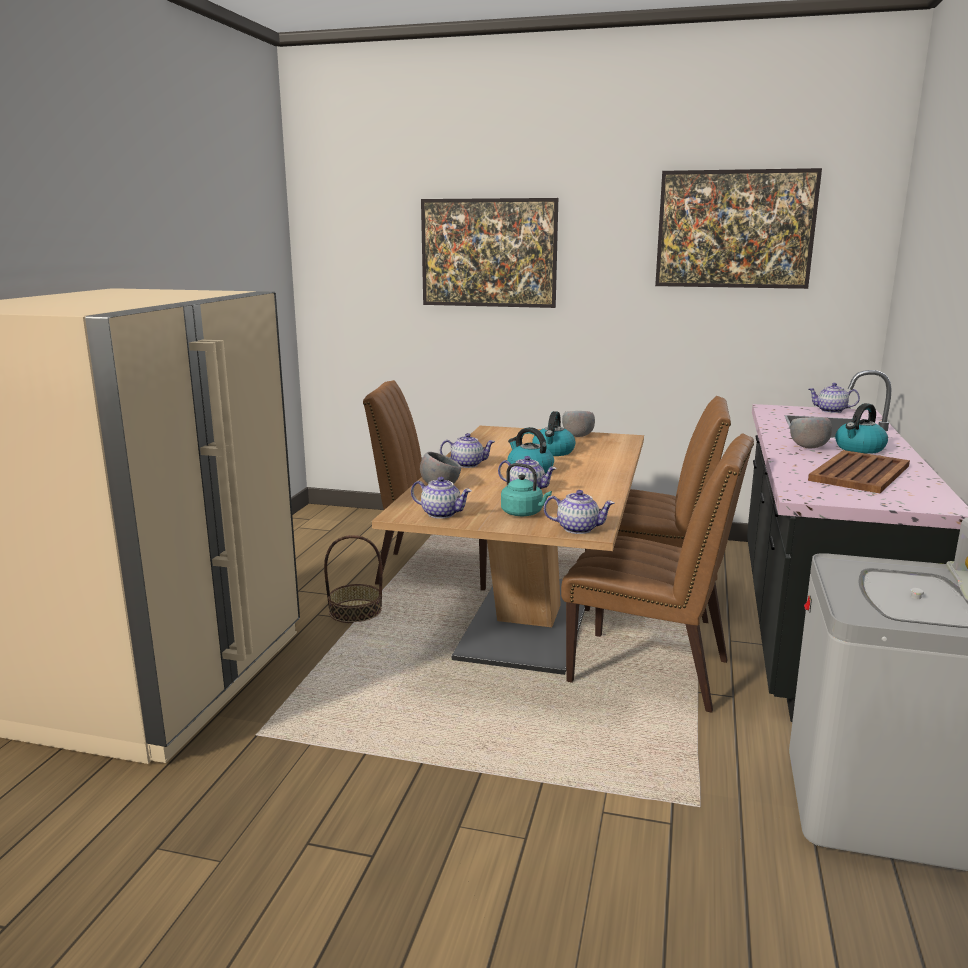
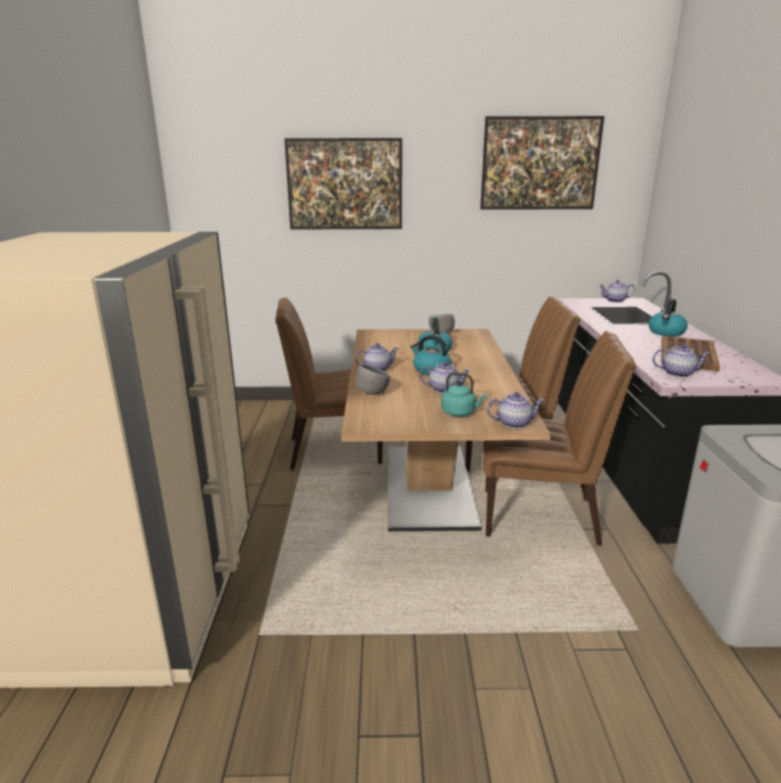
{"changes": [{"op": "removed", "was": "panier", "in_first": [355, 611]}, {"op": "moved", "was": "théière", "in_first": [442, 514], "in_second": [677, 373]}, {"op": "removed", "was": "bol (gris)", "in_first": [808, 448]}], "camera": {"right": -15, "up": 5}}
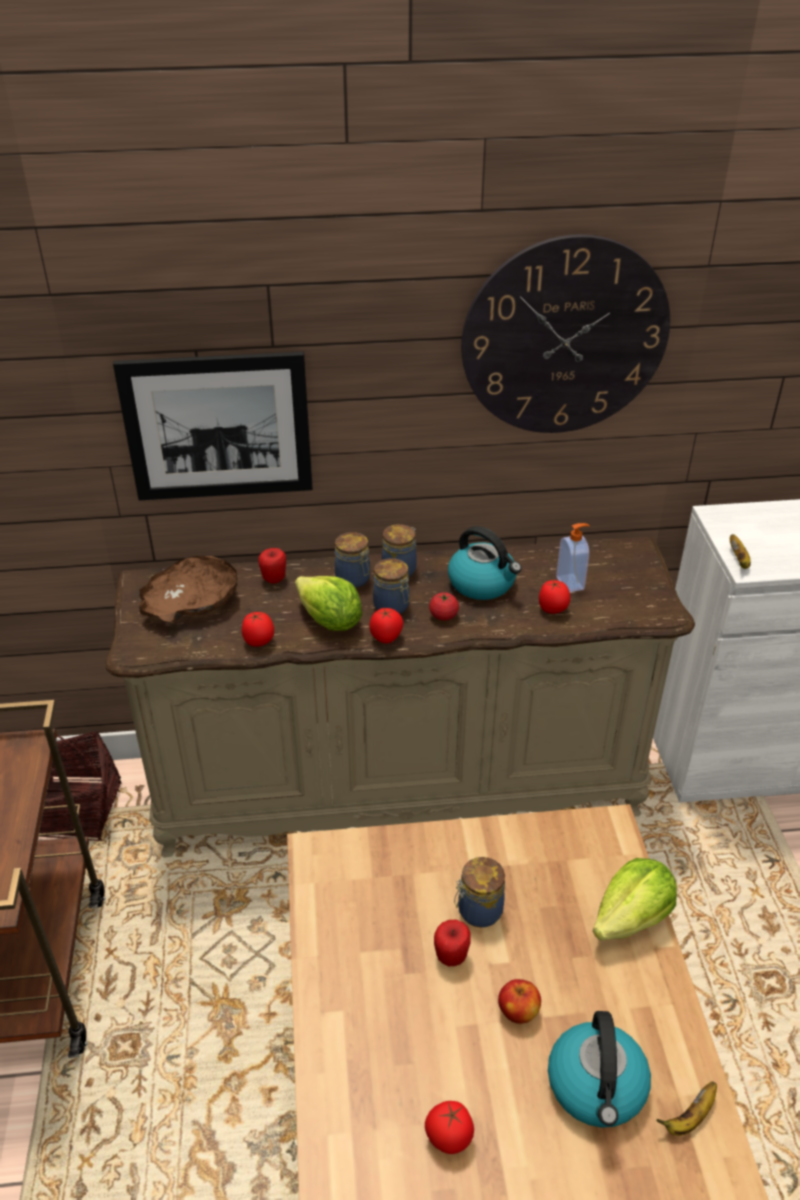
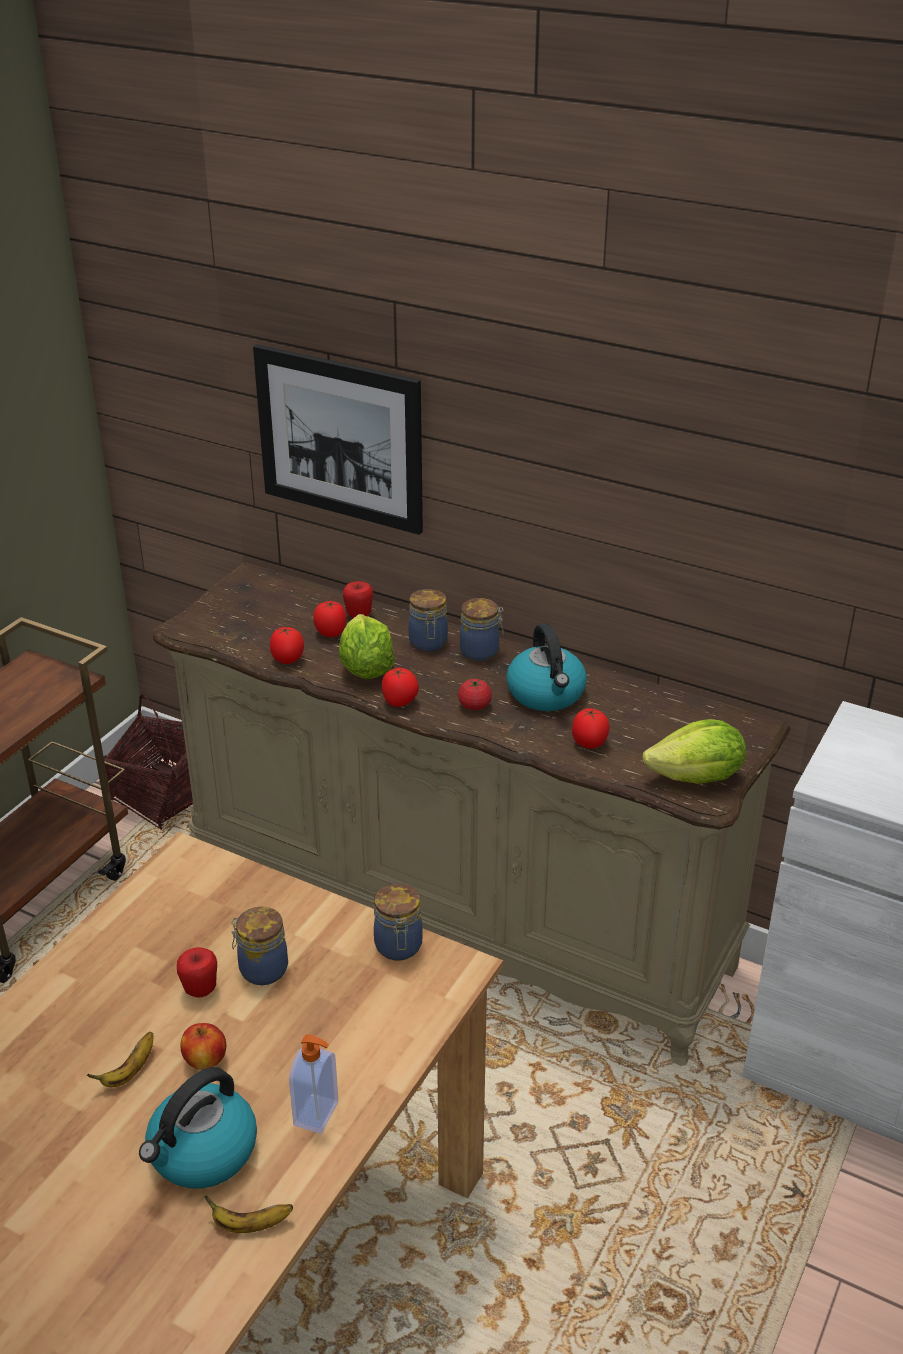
{"changes": [{"op": "removed", "was": "bol (marron)", "in_first": [191, 602]}, {"op": "moved", "was": "bocal", "in_first": [392, 607], "in_second": [398, 947]}, {"op": "moved", "was": "tomate", "in_first": [448, 1137], "in_second": [330, 633]}, {"op": "removed", "was": "horloge murale", "in_first": [564, 338]}, {"op": "moved", "was": "distributeur de savon", "in_first": [571, 583], "in_second": [317, 1114]}, {"op": "moved", "was": "laitue", "in_first": [632, 919], "in_second": [697, 778]}, {"op": "moved", "was": "banane", "in_first": [739, 560], "in_second": [129, 1072]}], "camera": {"right": 35, "up": -5}}
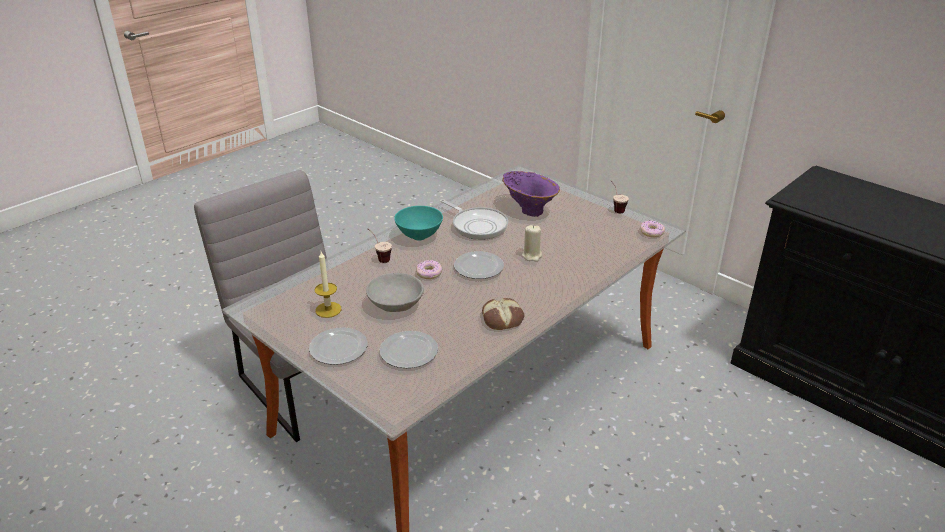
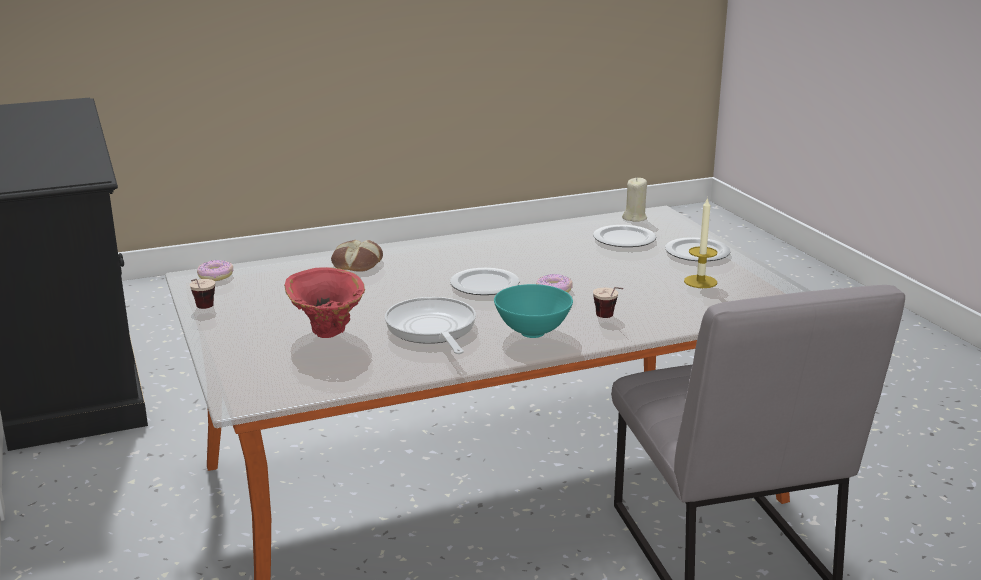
{"changes": [{"op": "removed", "was": "bol (gris)", "in_first": [395, 305]}, {"op": "moved", "was": "pain", "in_first": [503, 318], "in_second": [356, 263]}, {"op": "recoloured", "was": "vase (violet)", "now": "vase (rouge)", "in_first": [529, 209], "in_second": [326, 334]}, {"op": "moved", "was": "bougie (beige)", "in_first": [532, 255], "in_second": [634, 218]}], "camera": {"right": -155, "up": -10}}
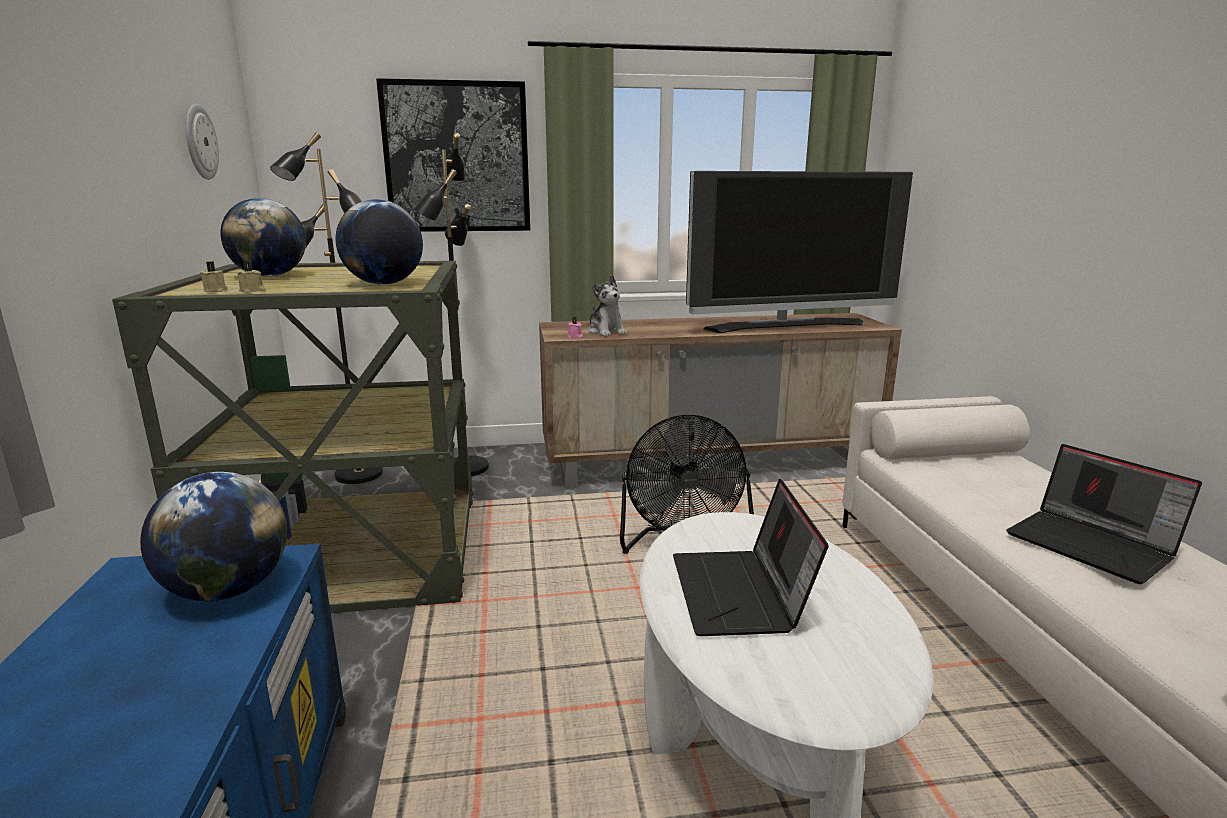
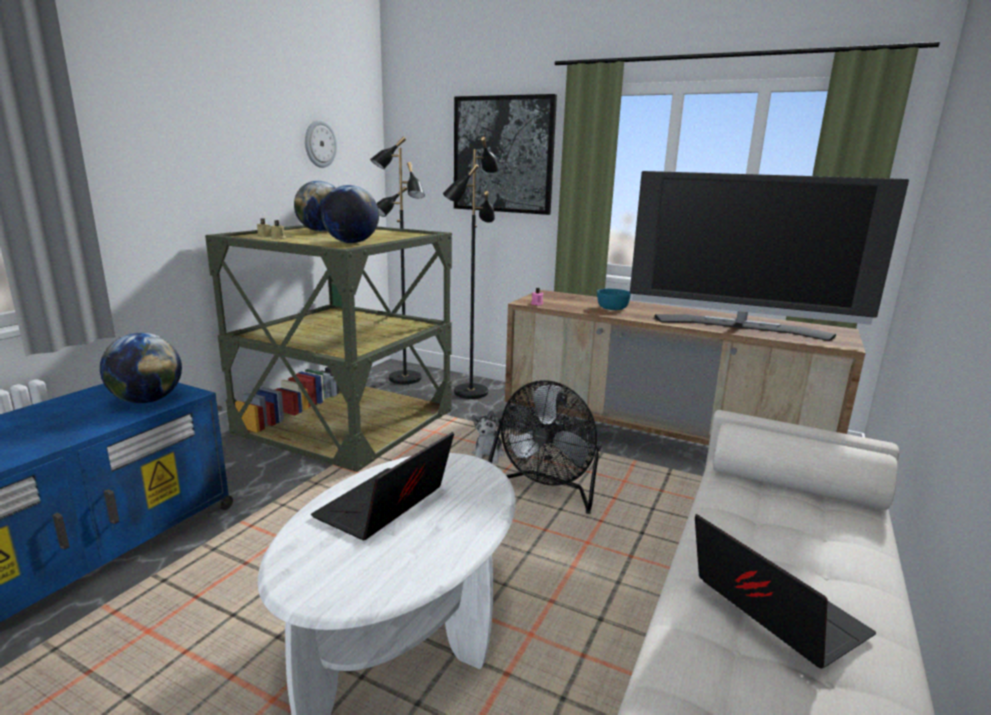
{"changes": [{"op": "moved", "was": "peluche", "in_first": [606, 332], "in_second": [488, 455]}, {"op": "turned", "was": "ordinateur portable", "in_first": [1093, 545], "in_second": [771, 610], "clockwise": 150}, {"op": "added", "now": "bol (turquoise)", "in_second": [612, 308]}], "camera": {"right": 35, "up": 0}}
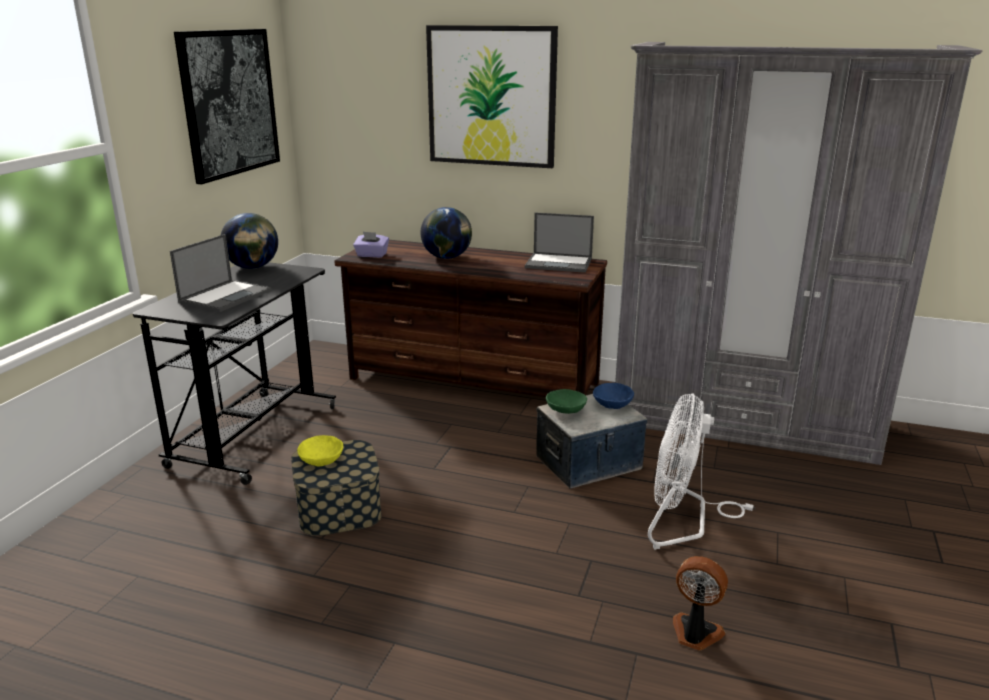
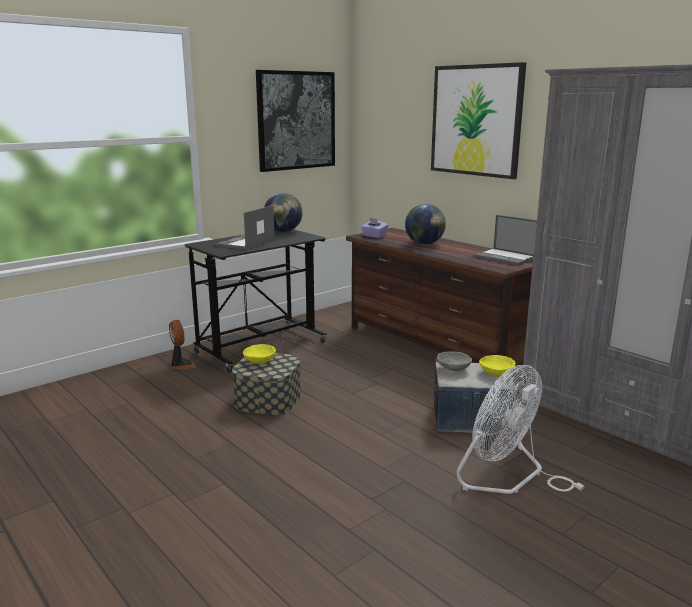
{"changes": [{"op": "turned", "was": "ordinateur portable", "in_first": [226, 296], "in_second": [245, 243], "clockwise": 150}, {"op": "recoloured", "was": "bol (vert)", "now": "bol (gris)", "in_first": [565, 411], "in_second": [453, 369]}, {"op": "recoloured", "was": "bol (bleu)", "now": "bol (jaune)", "in_first": [612, 405], "in_second": [496, 373]}, {"op": "moved", "was": "ventilateur", "in_first": [695, 634], "in_second": [181, 365]}], "camera": {"right": 30, "up": -5}}
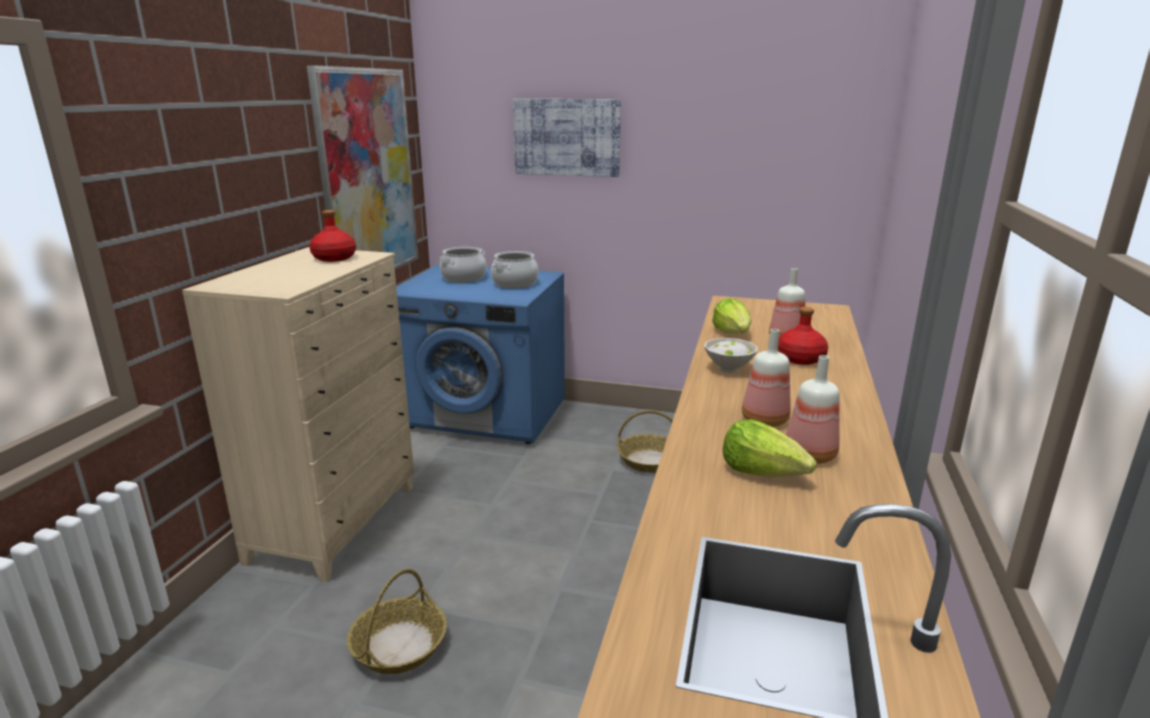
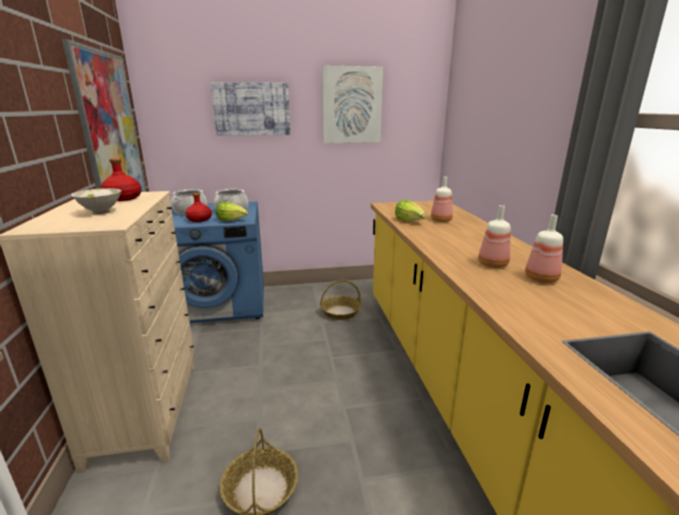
{"changes": [{"op": "moved", "was": "bol (blanc)", "in_first": [727, 369], "in_second": [100, 212]}, {"op": "moved", "was": "laitue", "in_first": [763, 472], "in_second": [232, 220]}, {"op": "moved", "was": "bouteille (rouge)", "in_first": [800, 358], "in_second": [199, 219]}, {"op": "added", "now": "tableau", "in_second": [352, 105]}], "camera": {"right": -25, "up": 0}}
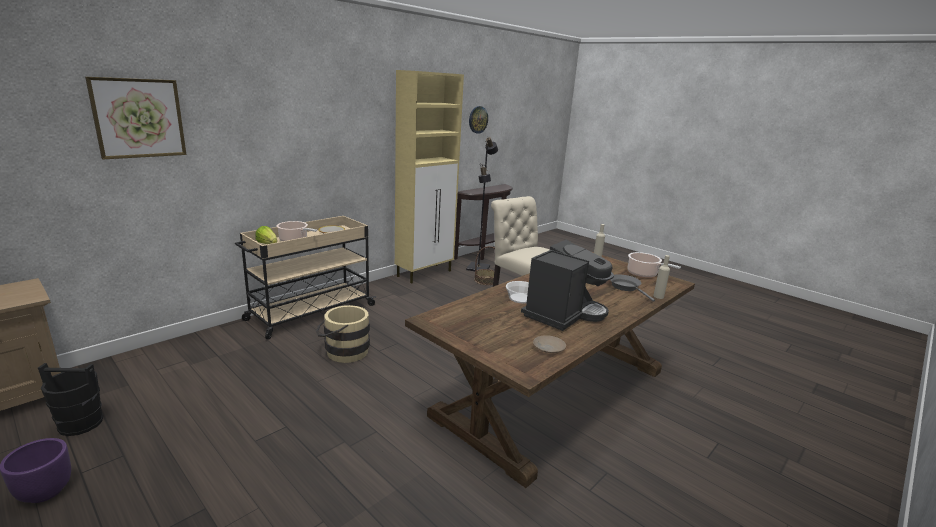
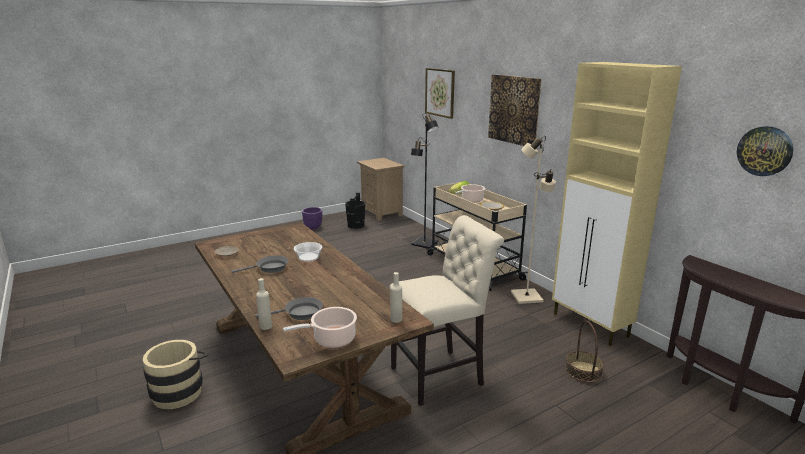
{"changes": [{"op": "moved", "was": "seau (beige)", "in_first": [343, 352], "in_second": [180, 390]}, {"op": "moved", "was": "lampadaire (noir)", "in_first": [478, 268], "in_second": [424, 243]}, {"op": "replaced", "was": "machine à café", "now": "poêle (gris)", "in_first": [563, 313], "in_second": [269, 268]}, {"op": "added", "now": "tableau", "in_second": [514, 110]}, {"op": "added", "now": "lampadaire (beige)", "in_second": [526, 297]}], "camera": {"right": 105, "up": 0}}
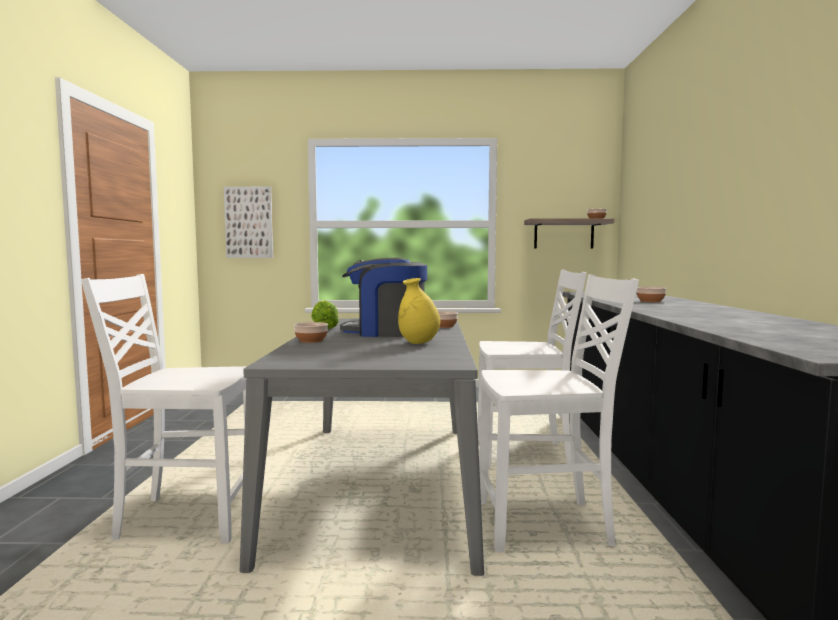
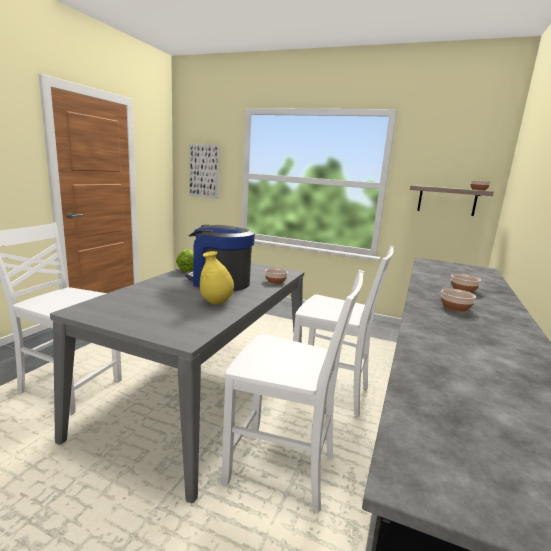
{"changes": [{"op": "moved", "was": "bol", "in_first": [311, 340], "in_second": [455, 307]}], "camera": {"right": 20, "up": 10}}
